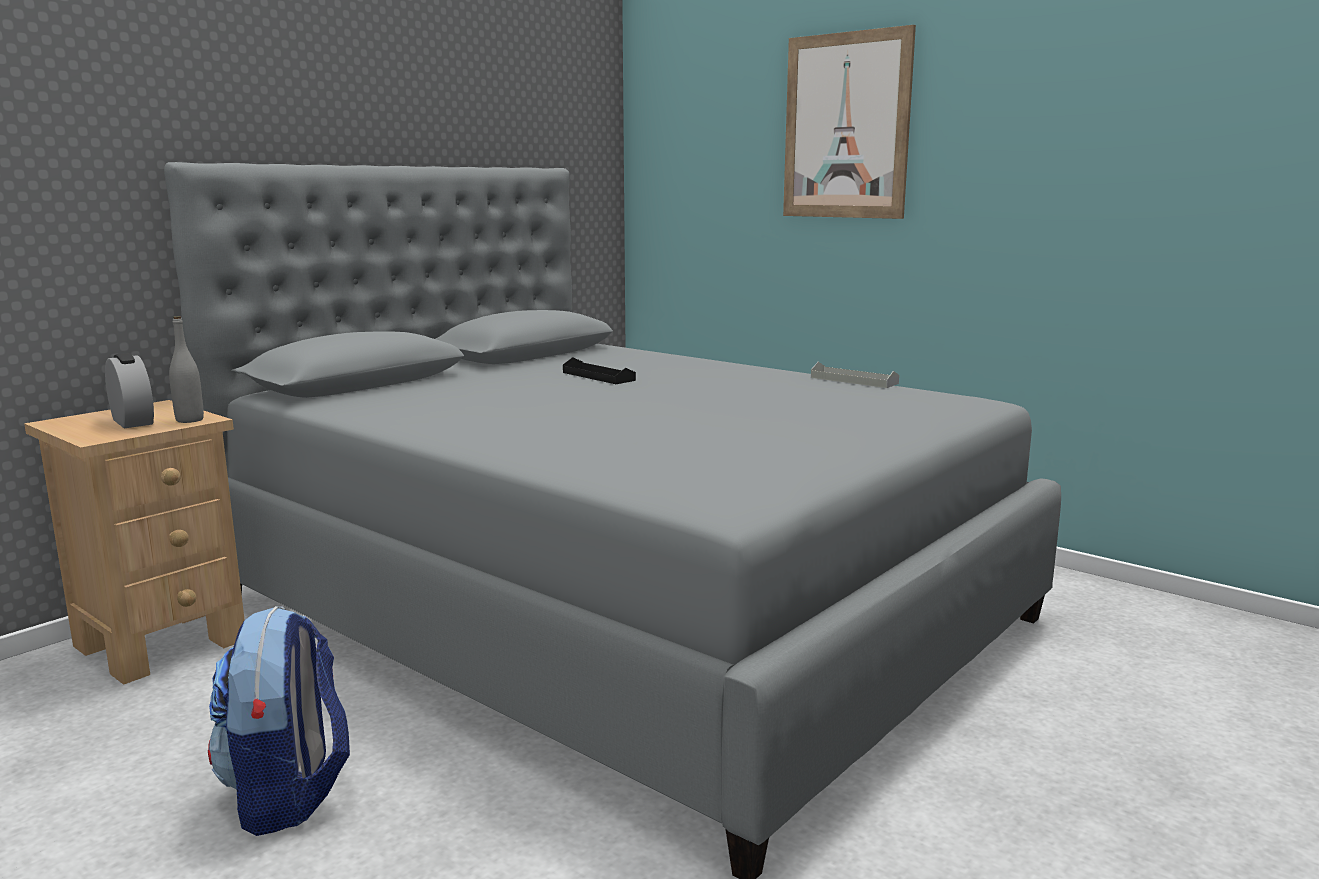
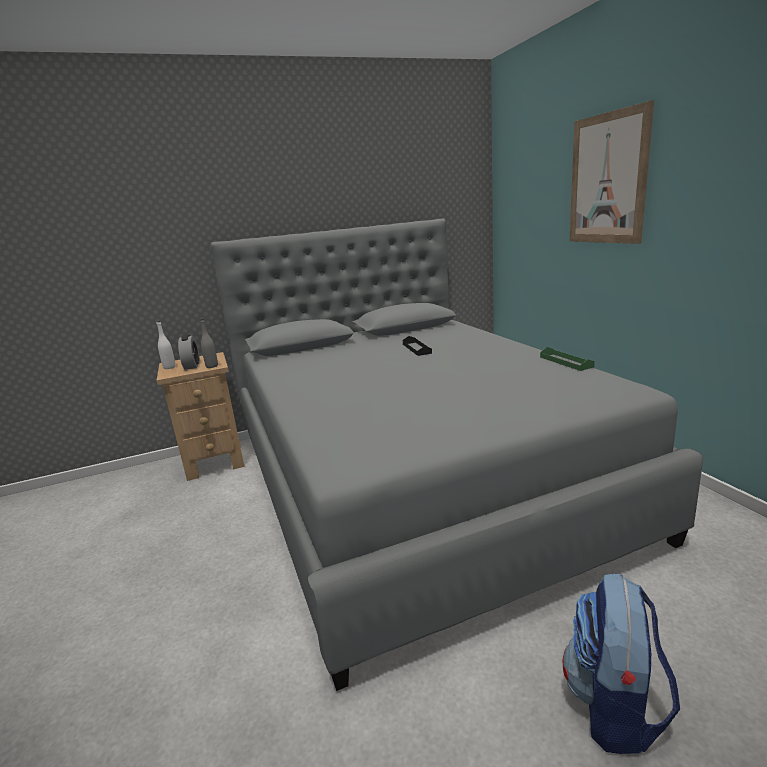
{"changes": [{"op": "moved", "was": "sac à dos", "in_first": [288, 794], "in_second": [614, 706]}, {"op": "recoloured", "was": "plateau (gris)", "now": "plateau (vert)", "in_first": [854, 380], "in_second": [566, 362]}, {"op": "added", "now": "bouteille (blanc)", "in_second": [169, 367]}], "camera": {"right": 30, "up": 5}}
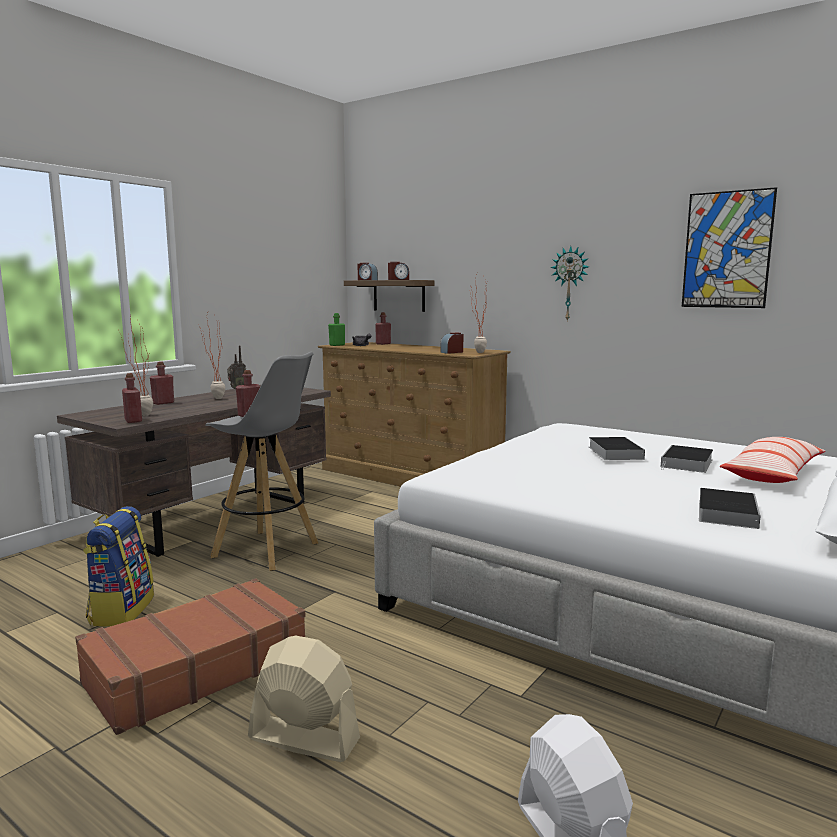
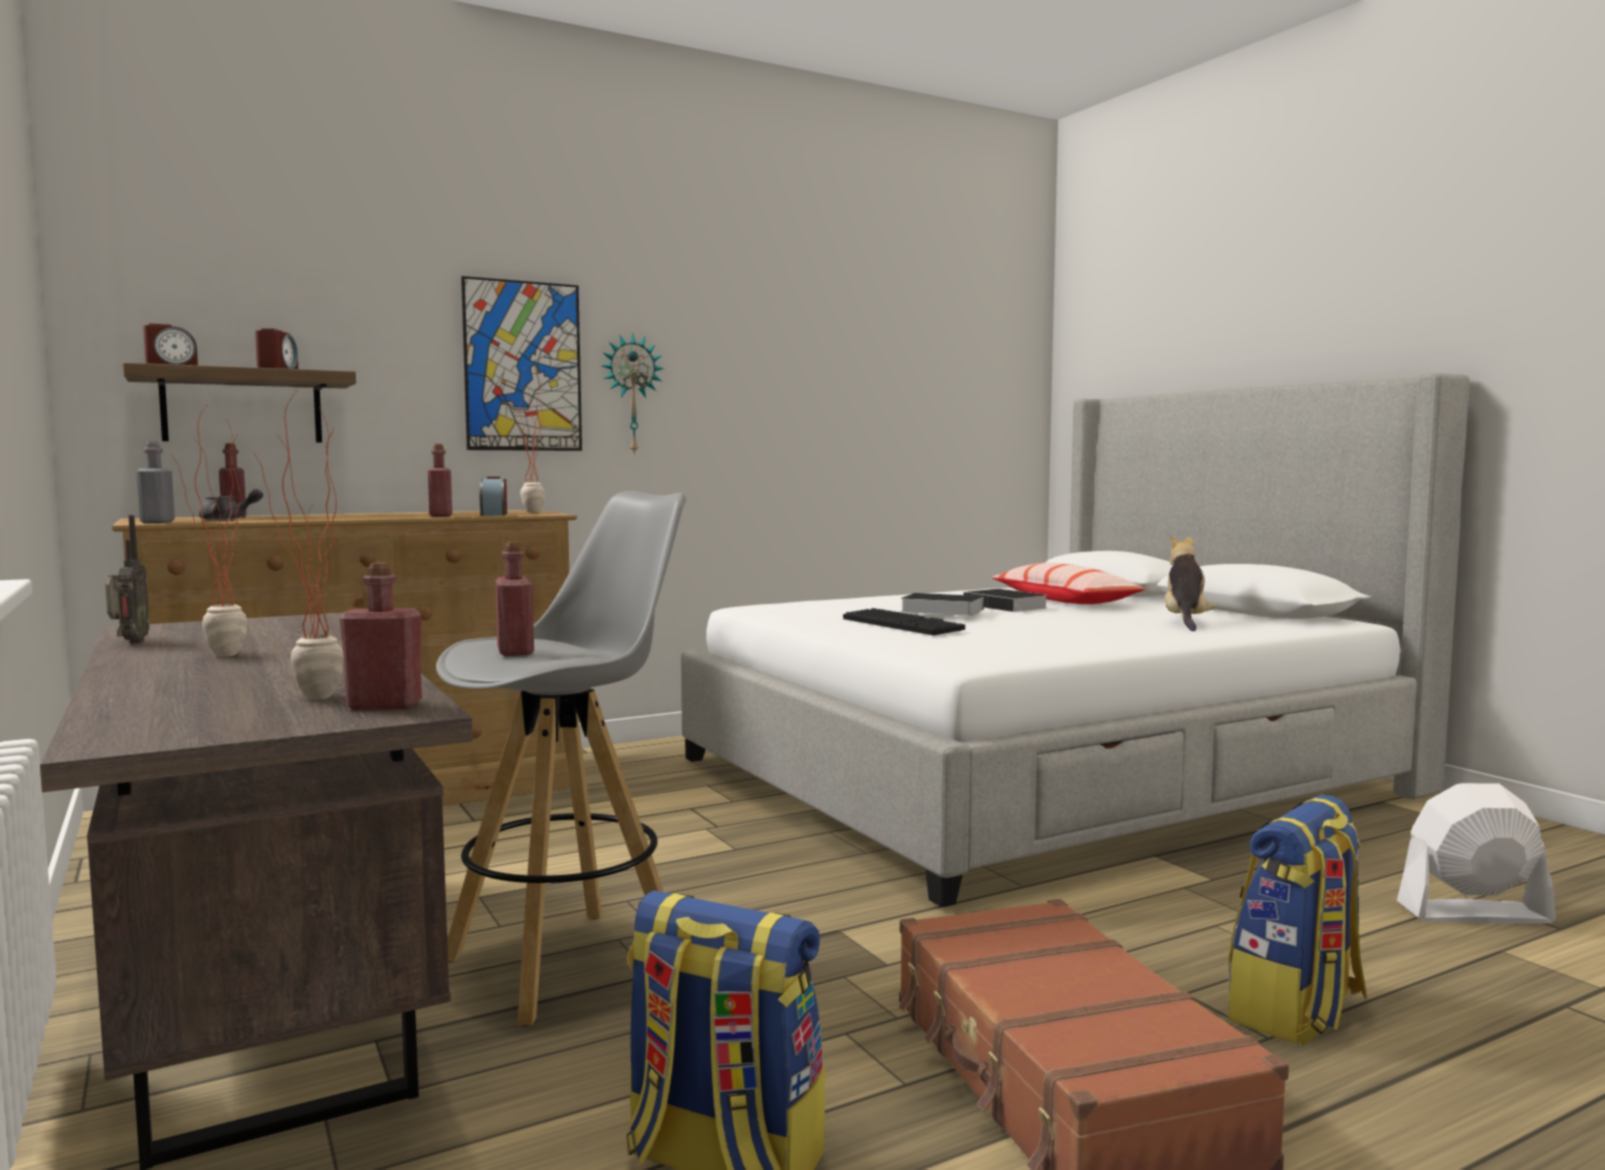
{"changes": [{"op": "moved", "was": "bouteille (rouge)", "in_first": [163, 403], "in_second": [440, 516]}, {"op": "replaced", "was": "ventilateur (beige)", "now": "sac à dos", "in_first": [303, 739], "in_second": [1296, 1012]}, {"op": "recoloured", "was": "bouteille (vert)", "now": "bouteille (gris)", "in_first": [337, 345], "in_second": [157, 522]}, {"op": "moved", "was": "tableau", "in_first": [727, 250], "in_second": [523, 366]}, {"op": "replaced", "was": "livre", "now": "peluche", "in_first": [726, 512], "in_second": [1185, 622]}, {"op": "added", "now": "clavier", "in_second": [904, 625]}], "camera": {"right": -65, "up": -5}}
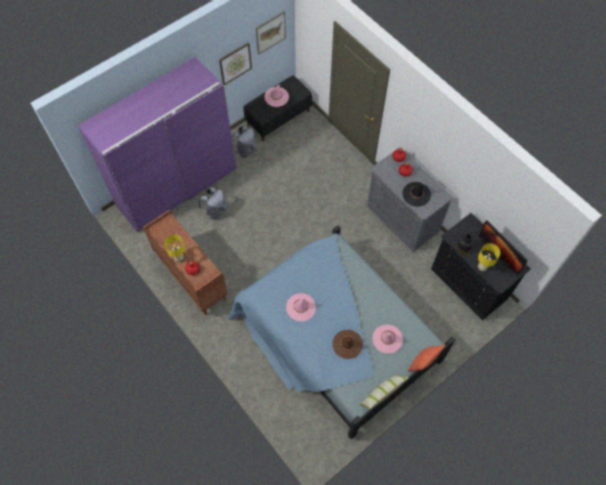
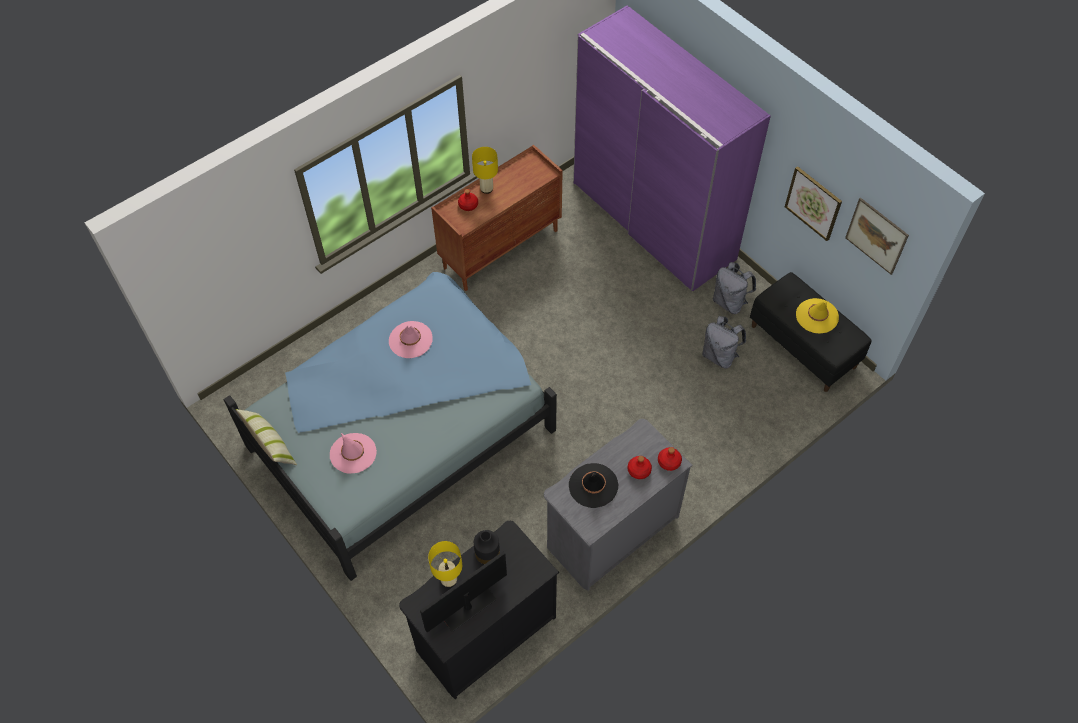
{"changes": [{"op": "moved", "was": "sac à dos (gris)", "in_first": [215, 211], "in_second": [719, 356]}, {"op": "recoloured", "was": "chapeau (rose)", "now": "chapeau (jaune)", "in_first": [276, 97], "in_second": [817, 316]}, {"op": "removed", "was": "chapeau (marron)", "in_first": [347, 344]}, {"op": "removed", "was": "coussin (orange)", "in_first": [422, 363]}], "camera": {"right": 90, "up": -5}}
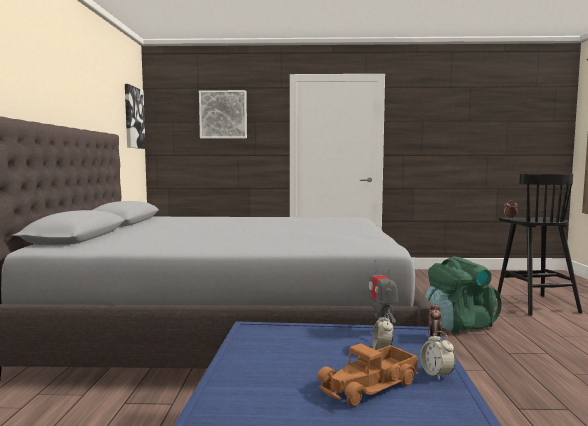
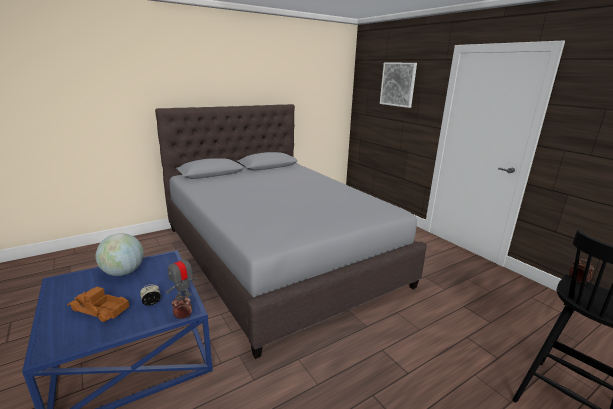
{"changes": [{"op": "removed", "was": "tableau", "in_first": [133, 117]}, {"op": "removed", "was": "réveil", "in_first": [436, 374]}, {"op": "removed", "was": "sac à dos (vert)", "in_first": [458, 325]}, {"op": "added", "now": "globe", "in_second": [123, 272]}], "camera": {"right": 55, "up": 15}}
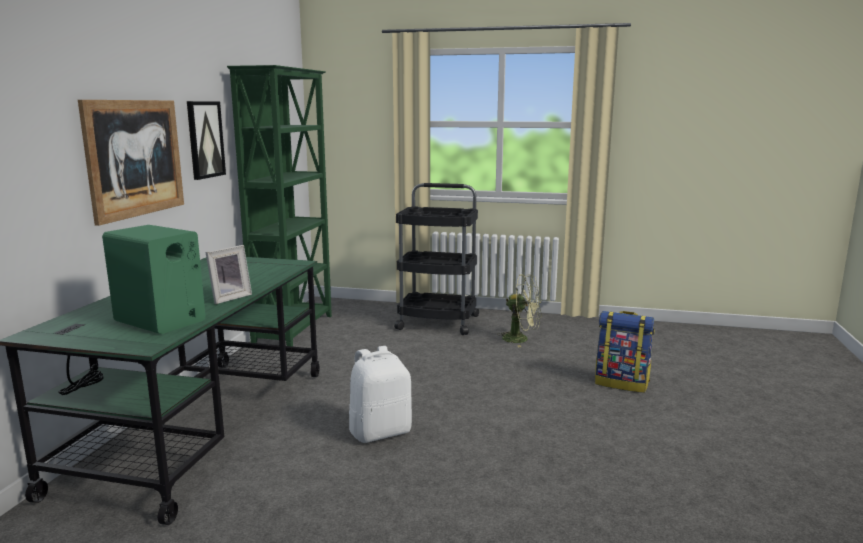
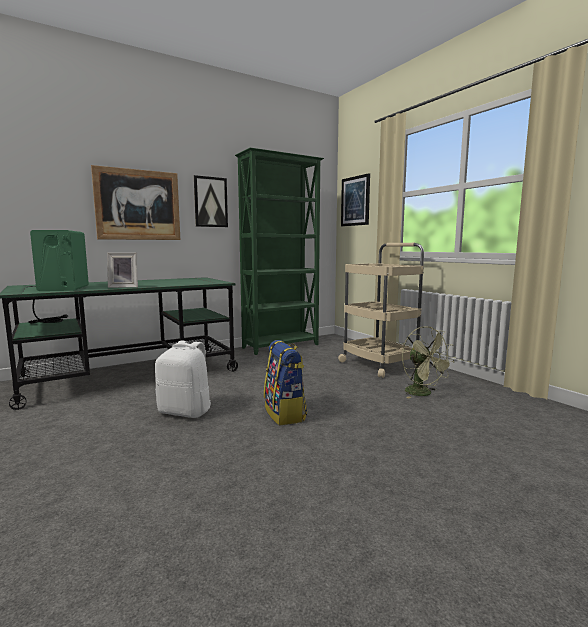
{"changes": [{"op": "recoloured", "was": "chariot (noir)", "now": "chariot (beige)", "in_first": [437, 323], "in_second": [378, 365]}, {"op": "moved", "was": "sac à dos", "in_first": [622, 383], "in_second": [285, 414]}, {"op": "added", "now": "tableau", "in_second": [355, 201]}], "camera": {"right": 45, "up": -5}}
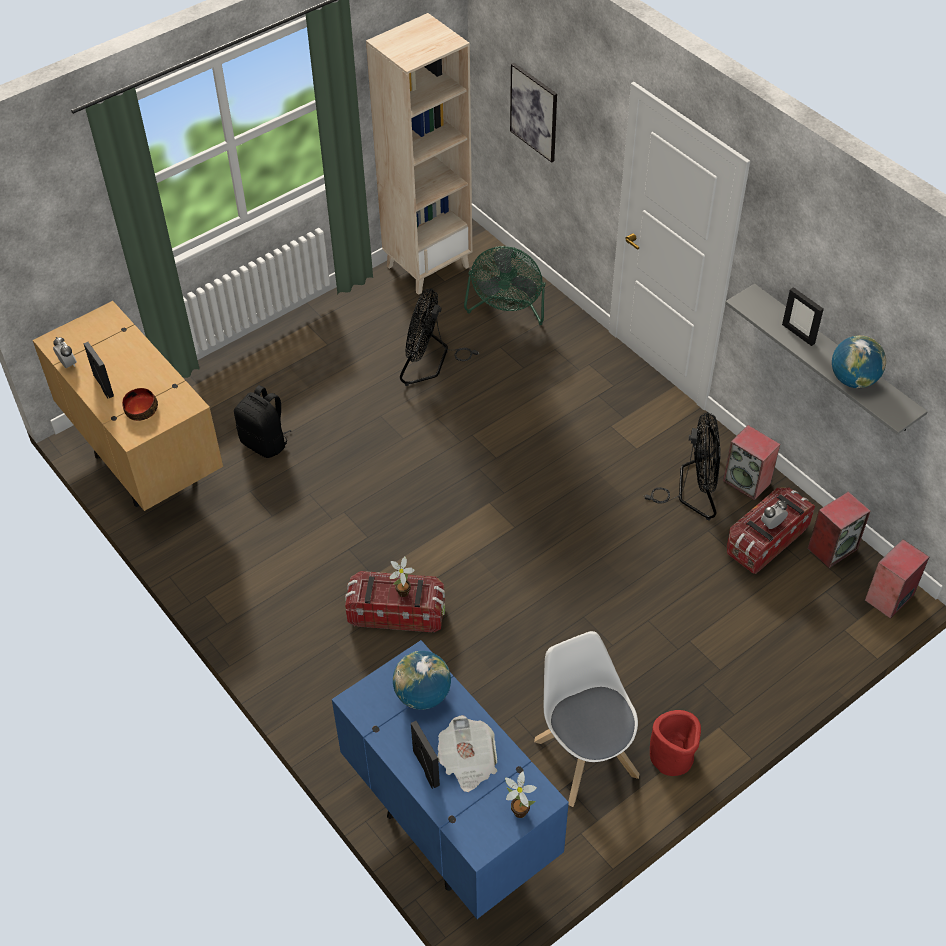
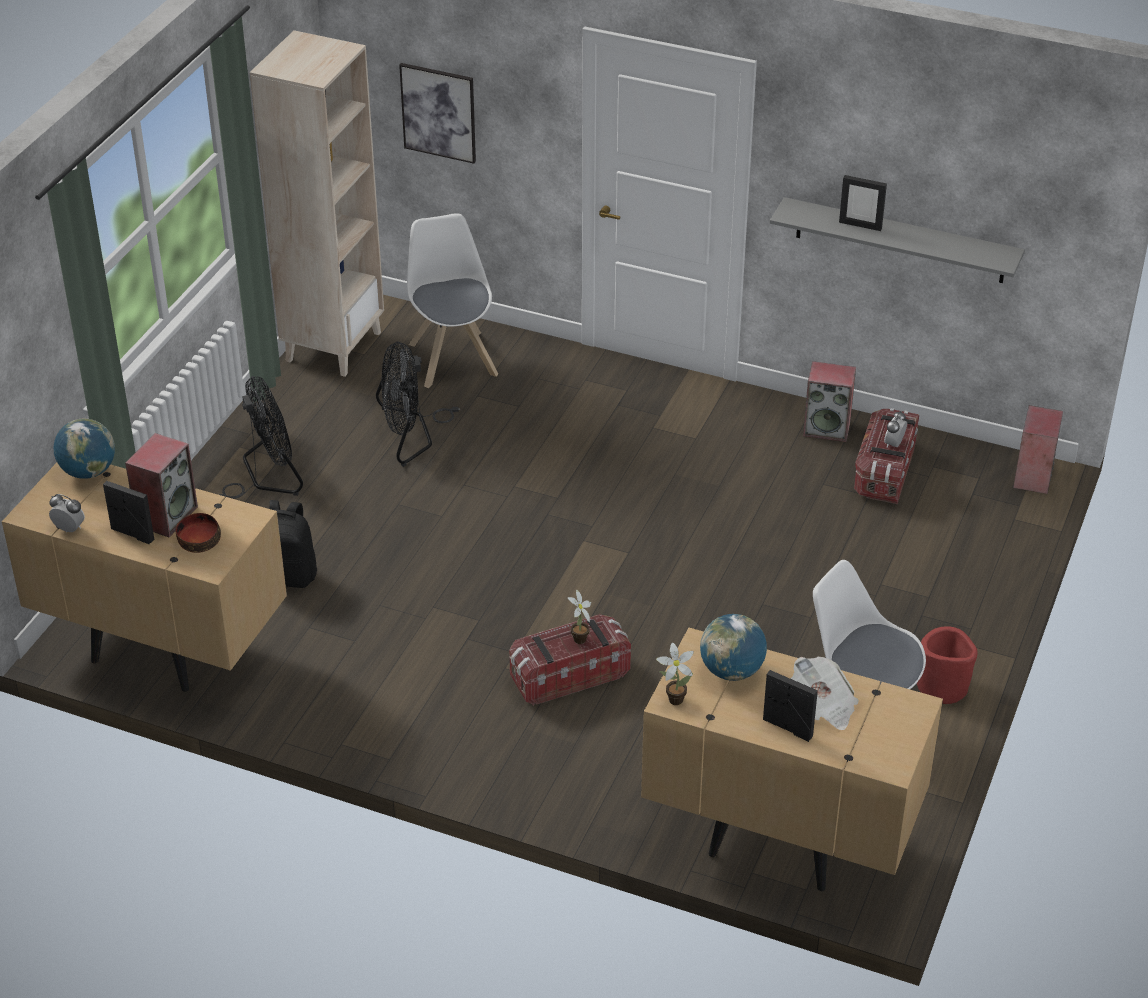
{"changes": [{"op": "recoloured", "was": "commode (bleu)", "now": "commode (beige)", "in_first": [449, 827], "in_second": [779, 838]}, {"op": "replaced", "was": "ventilateur (vert)", "now": "chaise", "in_first": [505, 307], "in_second": [452, 357]}, {"op": "moved", "was": "plante en pot", "in_first": [518, 810], "in_second": [673, 699]}, {"op": "moved", "was": "ventilateur (noir)", "in_first": [692, 488], "in_second": [265, 472]}, {"op": "moved", "was": "enceinte", "in_first": [832, 548], "in_second": [166, 515]}, {"op": "moved", "was": "globe", "in_first": [853, 380], "in_second": [88, 472]}], "camera": {"right": -30, "up": -10}}
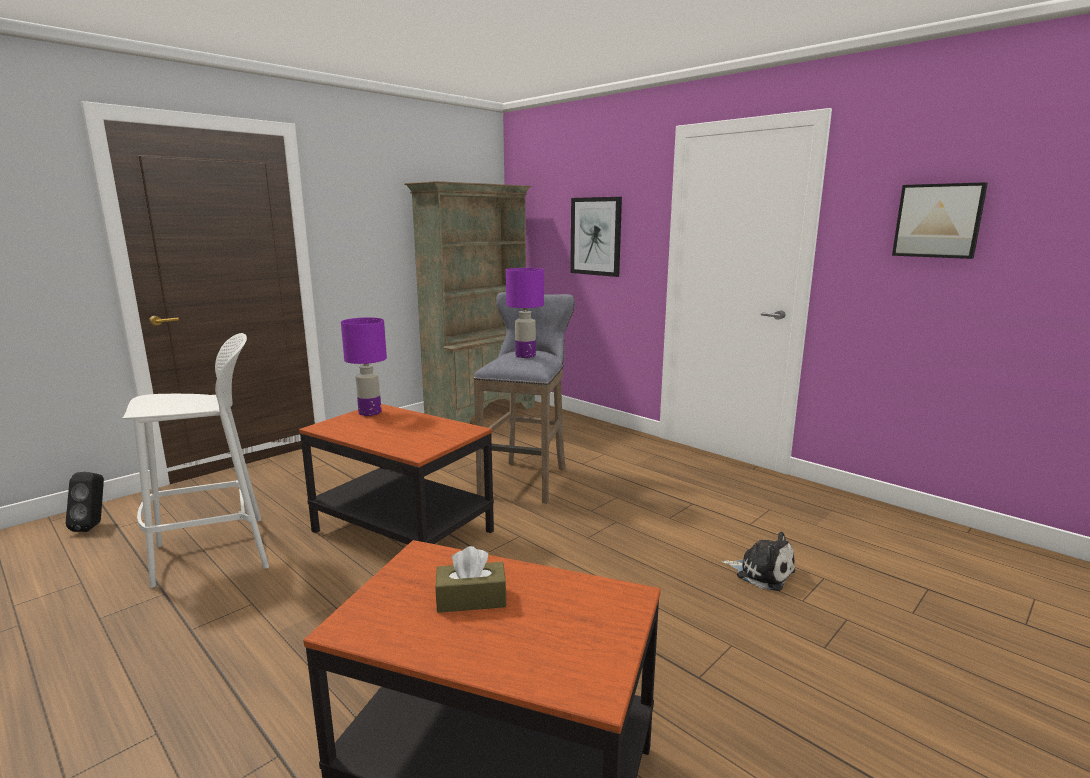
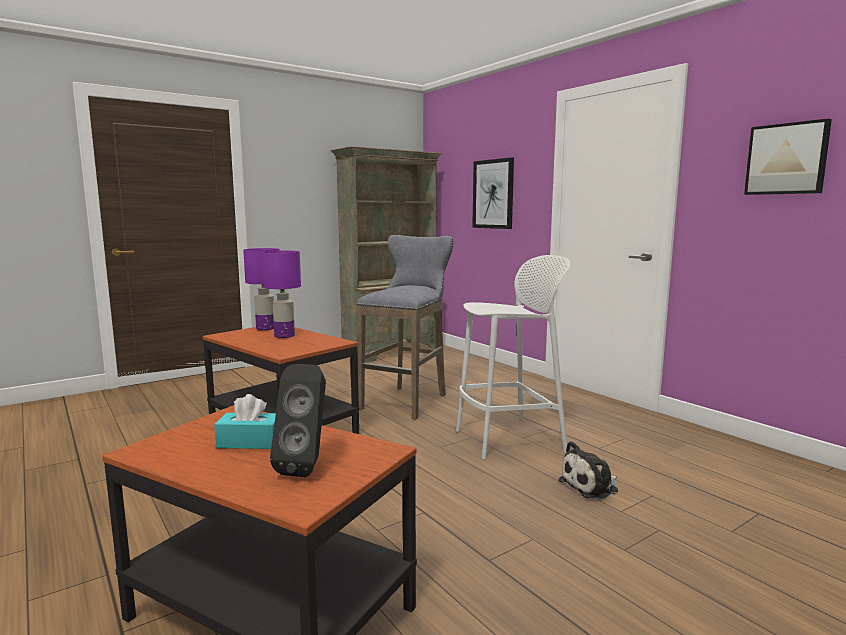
{"changes": [{"op": "moved", "was": "enceinte (noir)", "in_first": [93, 526], "in_second": [306, 466]}, {"op": "moved", "was": "tabouret (blanc)", "in_first": [215, 552], "in_second": [510, 439]}, {"op": "recoloured", "was": "boîte à mouchoirs (marron)", "now": "boîte à mouchoirs (turquoise)", "in_first": [471, 599], "in_second": [250, 442]}, {"op": "moved", "was": "lampe de table (violet)", "in_first": [525, 356], "in_second": [284, 336]}, {"op": "turned", "was": "peluche", "in_first": [761, 572], "in_second": [591, 486], "clockwise": 105}], "camera": {"right": 10, "up": -5}}
